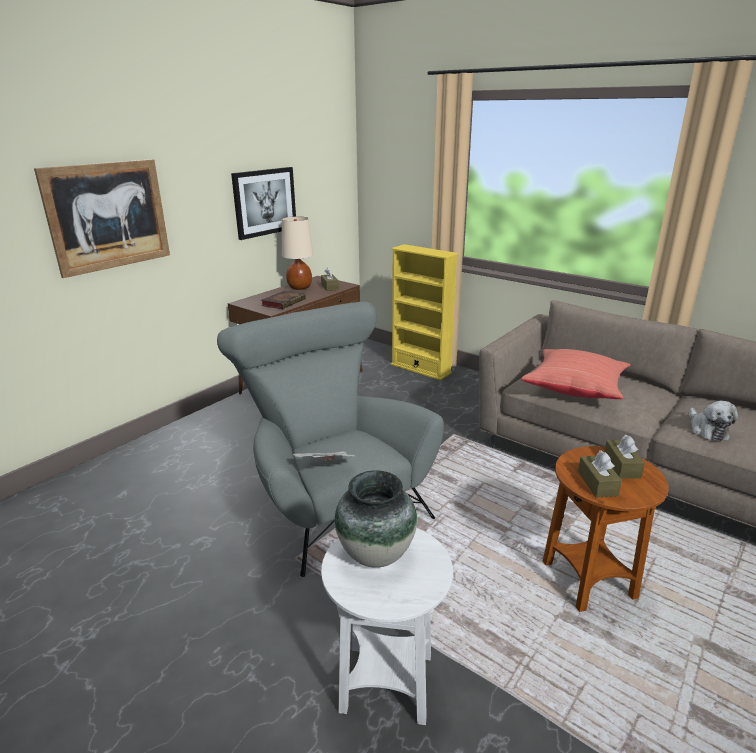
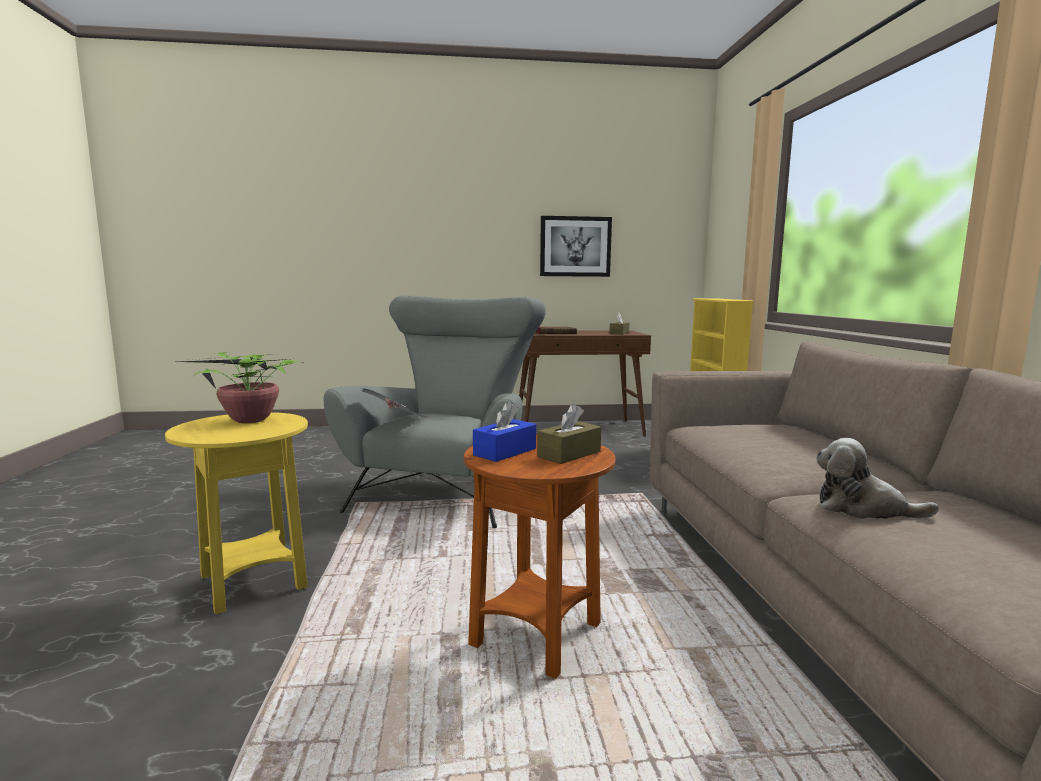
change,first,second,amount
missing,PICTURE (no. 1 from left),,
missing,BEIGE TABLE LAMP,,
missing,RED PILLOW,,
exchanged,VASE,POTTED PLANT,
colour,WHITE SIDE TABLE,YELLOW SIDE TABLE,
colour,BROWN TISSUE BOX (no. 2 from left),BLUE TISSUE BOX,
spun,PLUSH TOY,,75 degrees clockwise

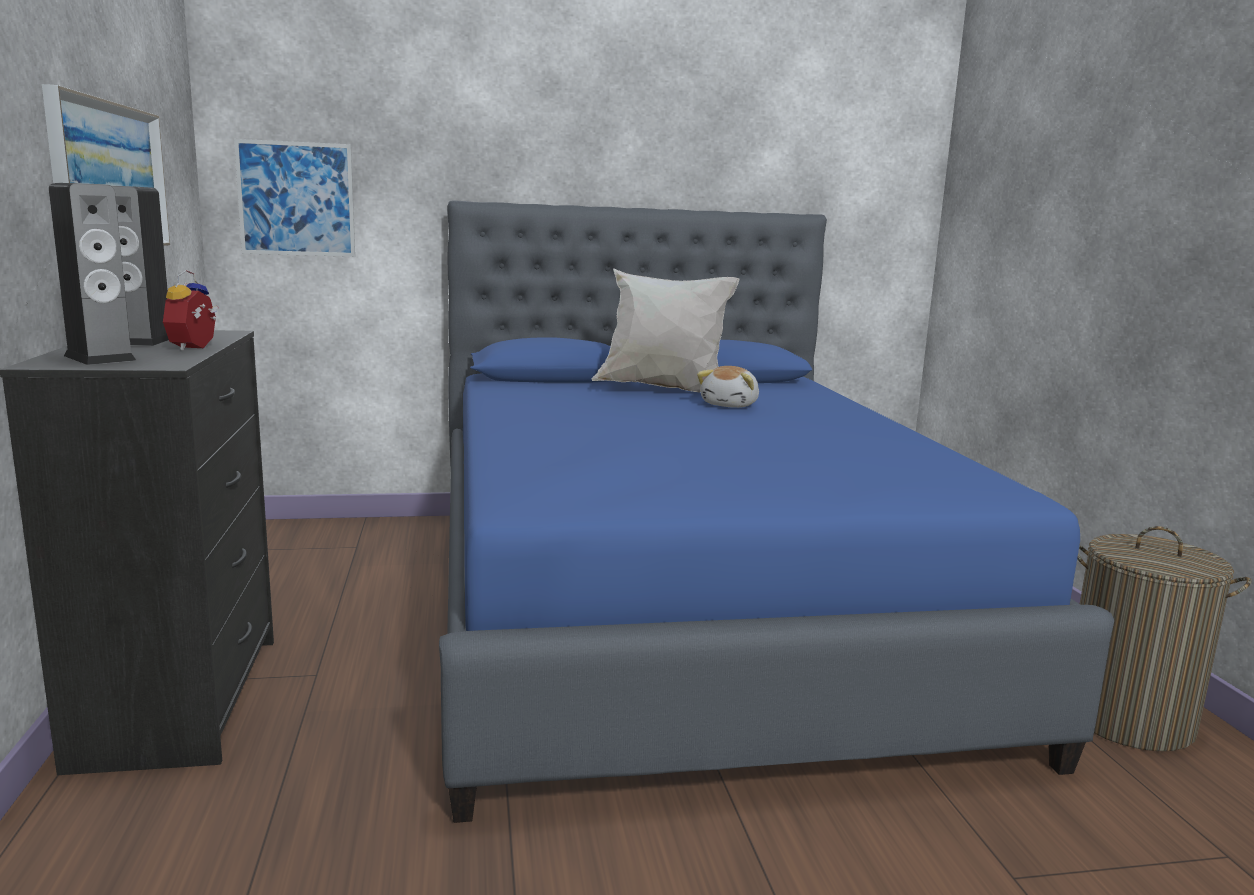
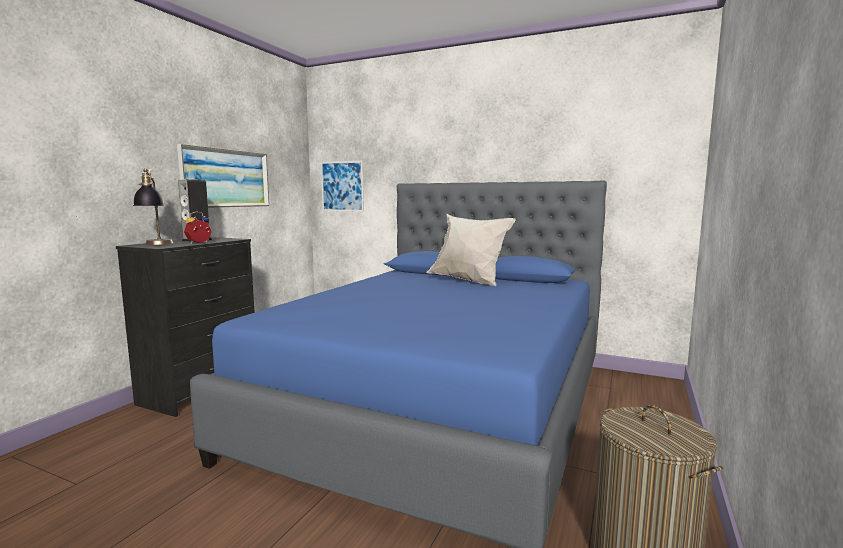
change,first,second,amount
missing,PLUSH TOY,,
exchanged,SPEAKER (no. 1 from left),TABLE LAMP,

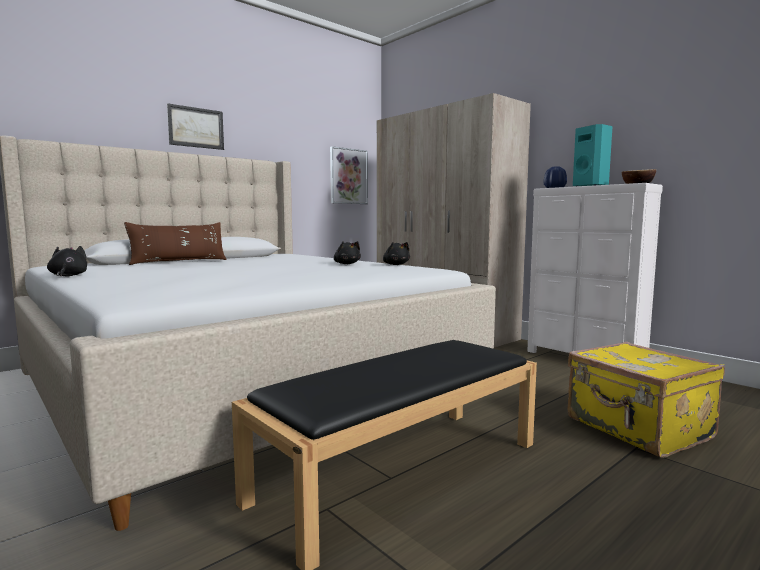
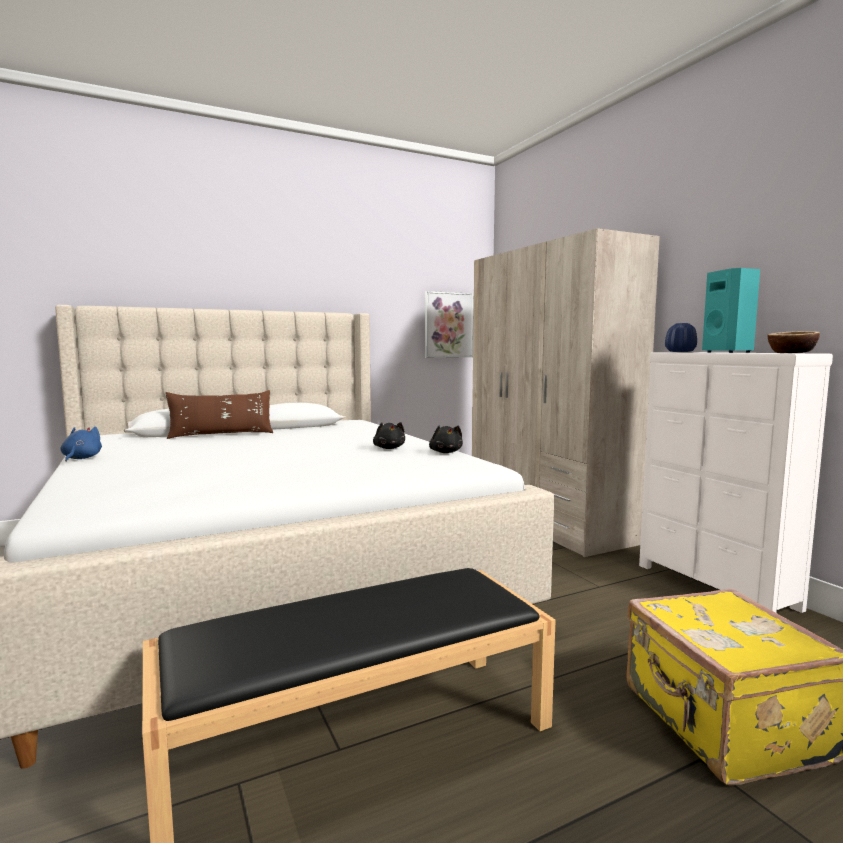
change,first,second,amount
missing,PICTURE (no. 1 from left),,
colour,BLACK PLUSH TOY (no. 1 from left),BLUE PLUSH TOY,

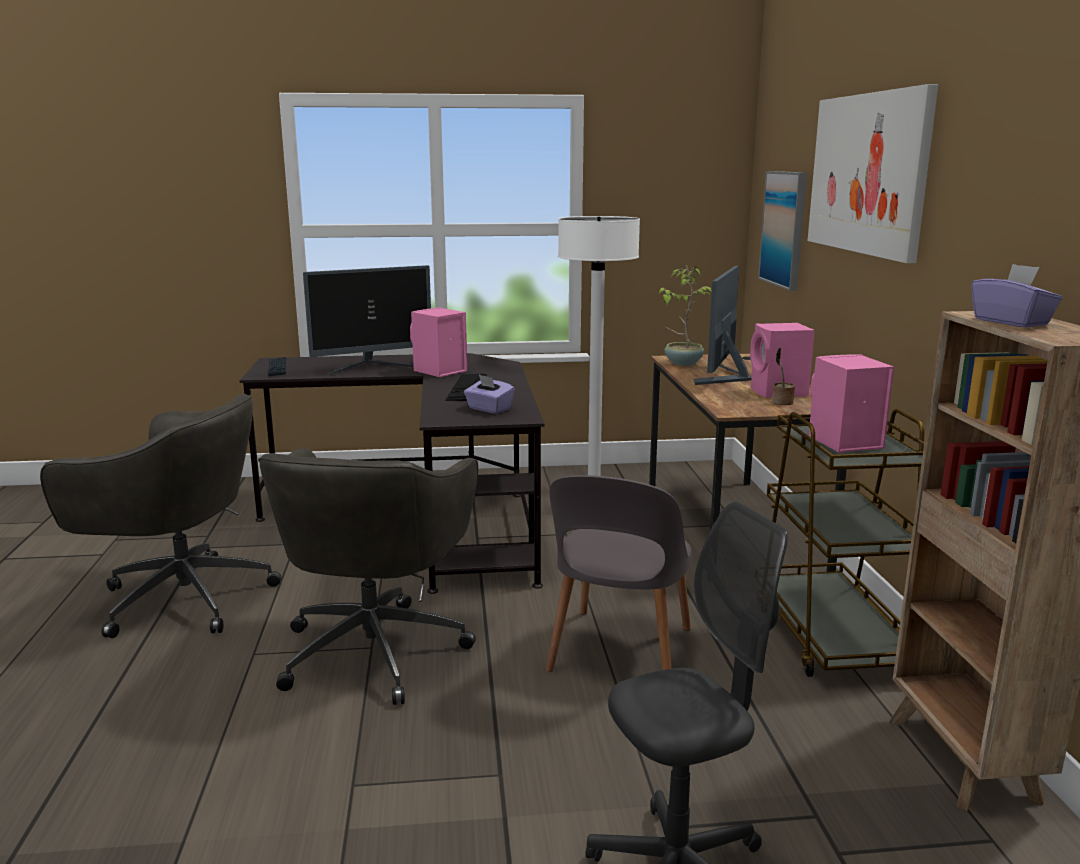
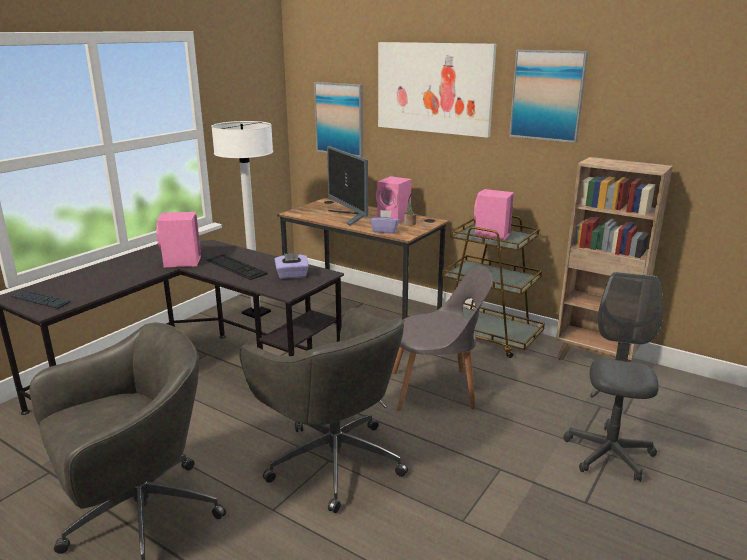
change,first,second,amount
missing,MONITOR (no. 1 from left),,
missing,POTTED PLANT (no. 1 from left),,
appeared,,PICTURE (no. 3 from left),
relocated,PURPLE TISSUE BOX (no. 2 from left),,
spun,GREY CHAIR,,60 degrees counterclockwise

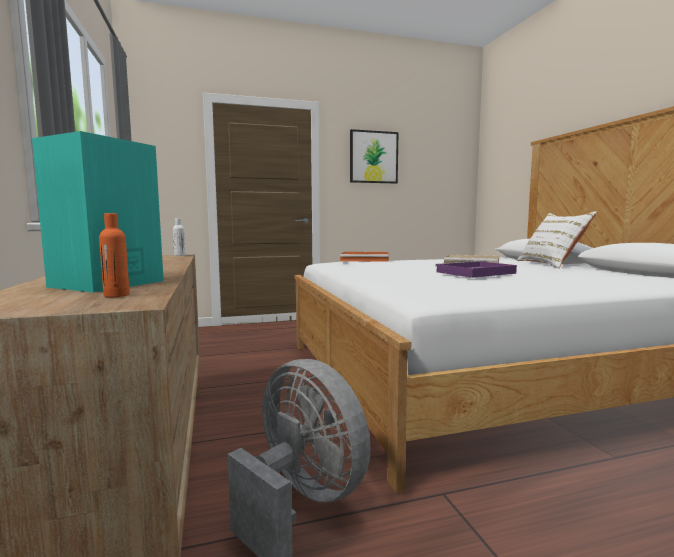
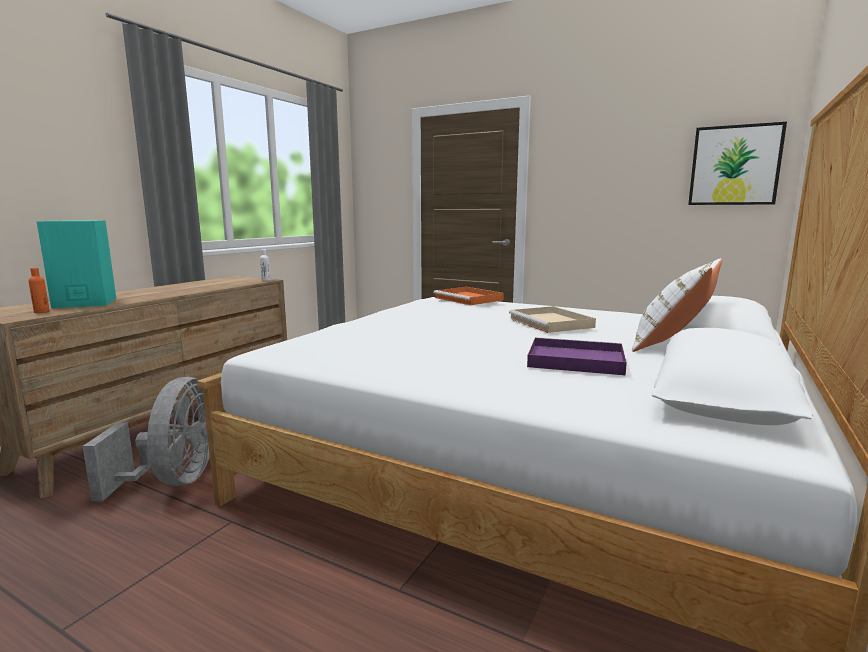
change,first,second,amount
relocated,PICTURE,,
relocated,PURPLE TRAY,,

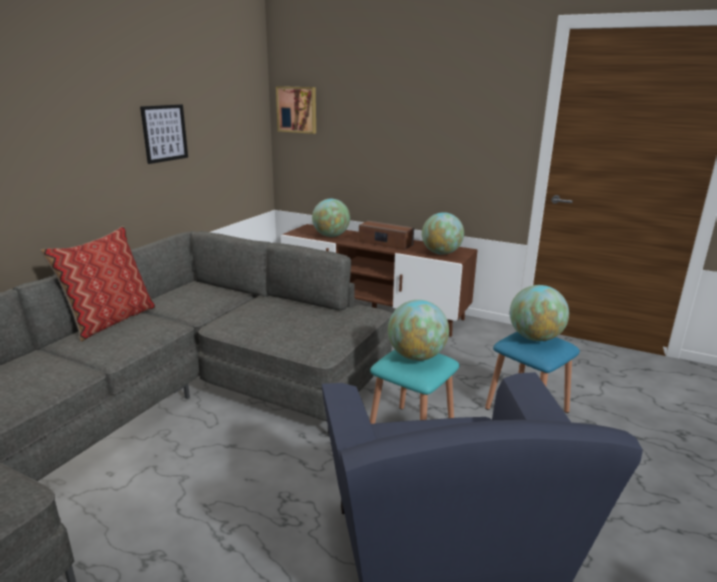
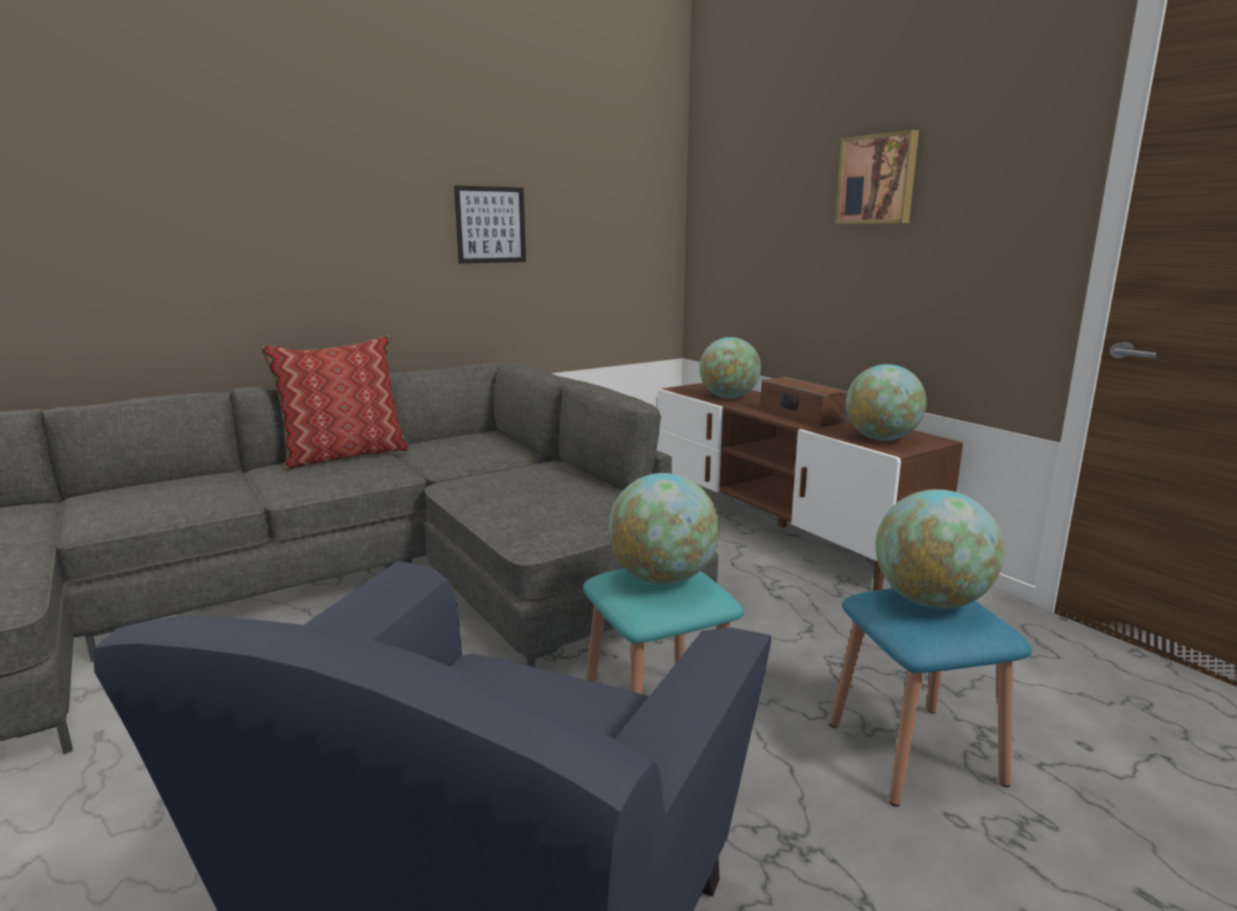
change,first,second,amount
relocated,PICTURE (no. 2 from left),,

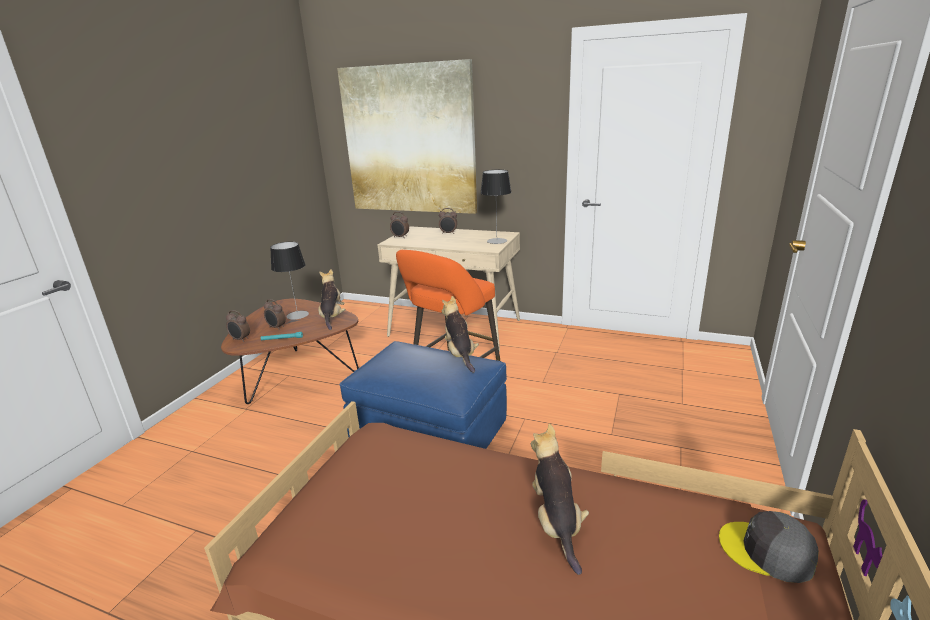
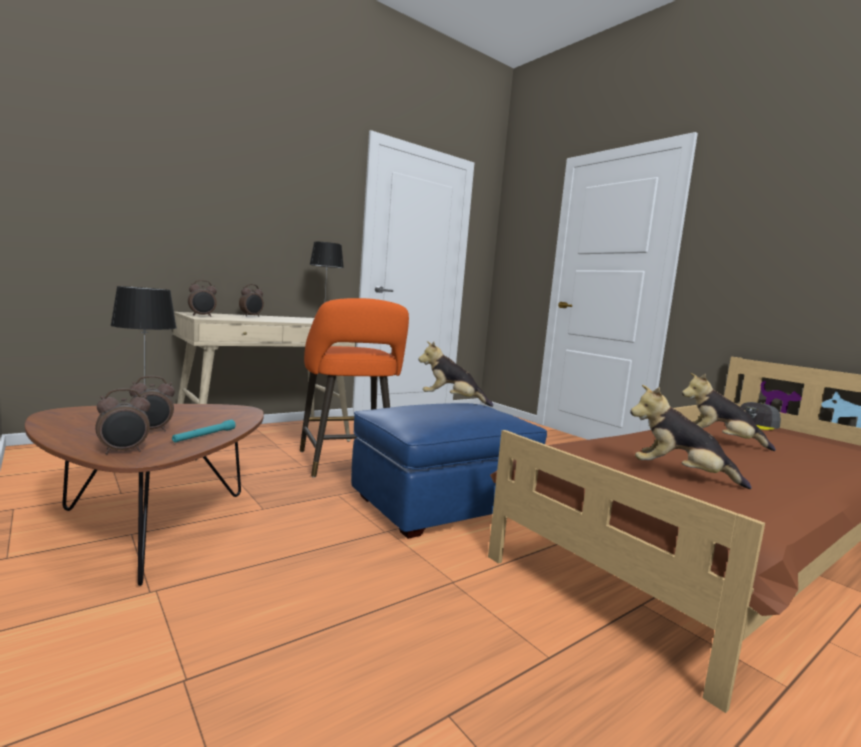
change,first,second,amount
missing,PICTURE,,
relocated,PLUSH TOY (no. 1 from left in the first image),PLUSH TOY (no. 2 from left),

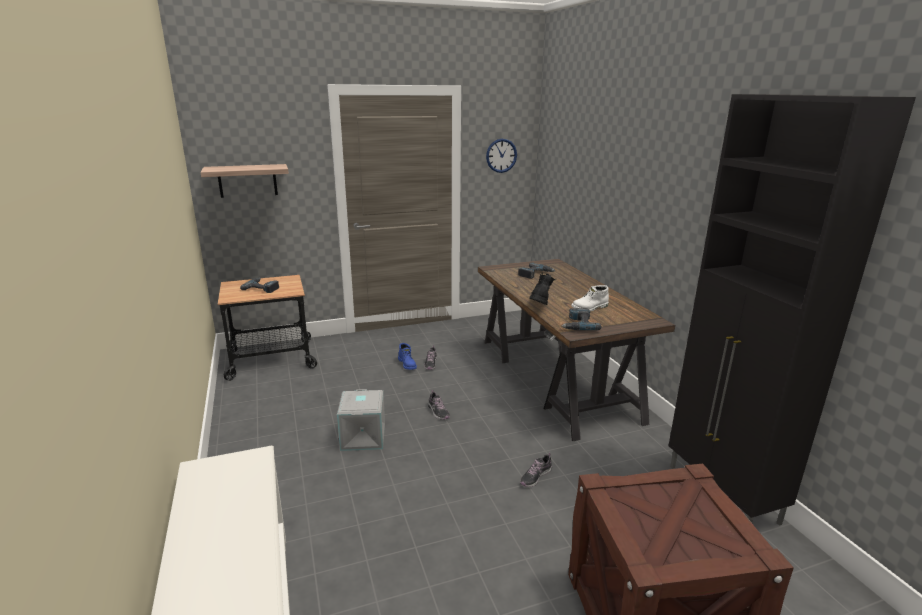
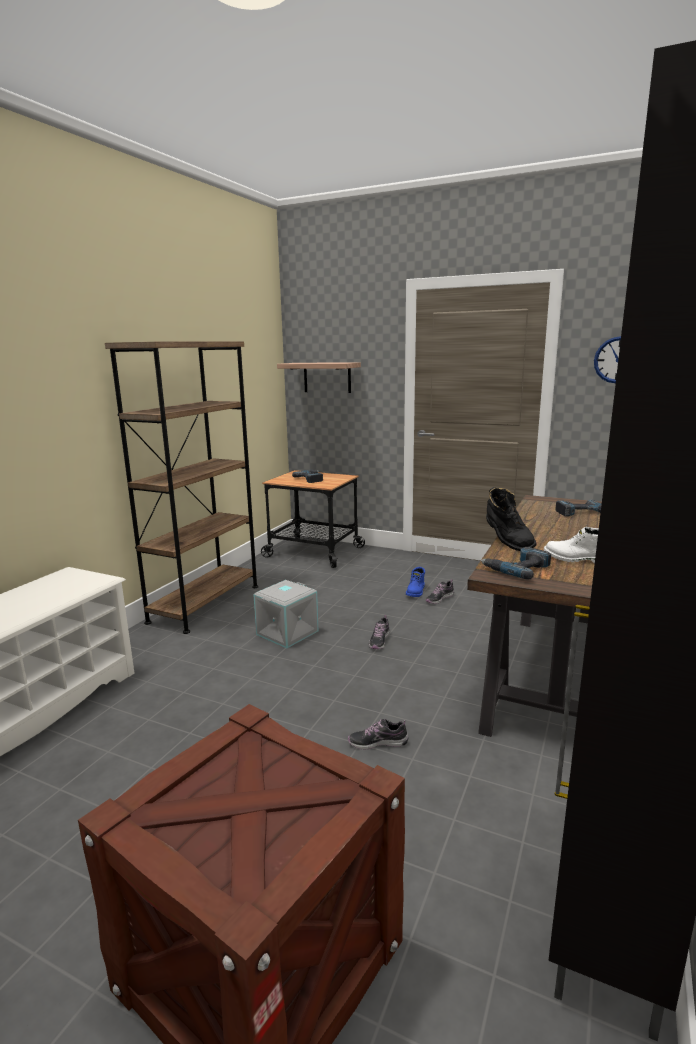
change,first,second,amount
appeared,,BROWN BOOKCASE,
spun,BLACK BOOT,,105 degrees clockwise

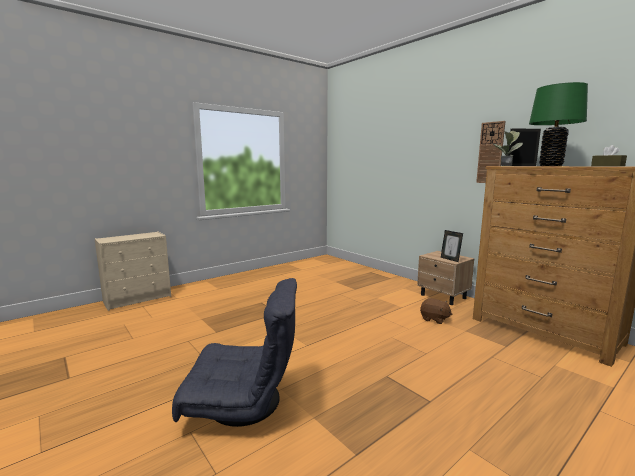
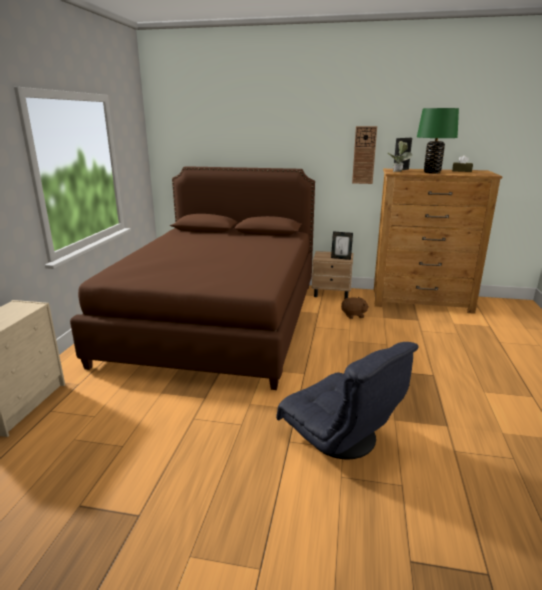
change,first,second,amount
appeared,,BROWN BED,
spun,GREY ARMCHAIR,,90 degrees clockwise

